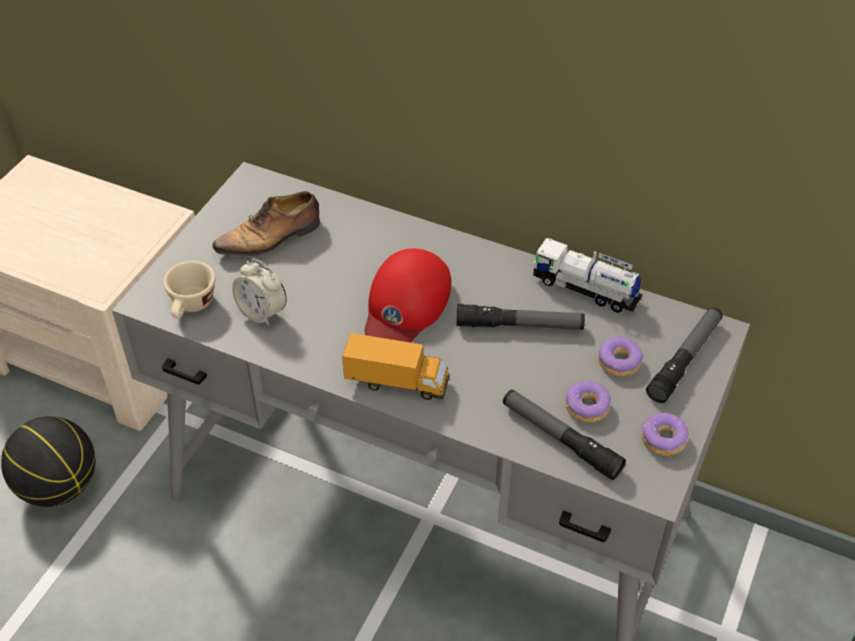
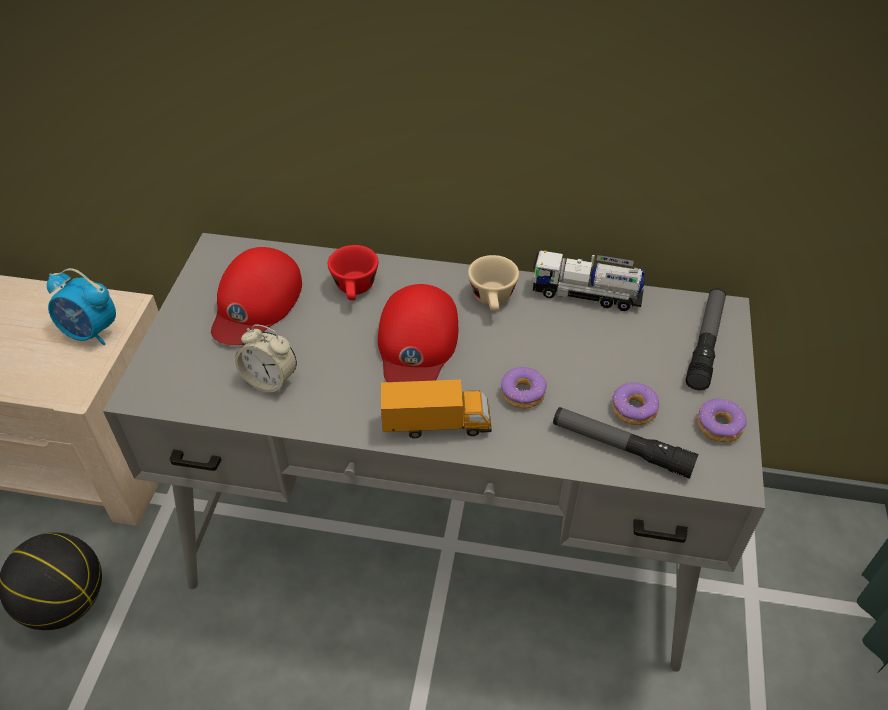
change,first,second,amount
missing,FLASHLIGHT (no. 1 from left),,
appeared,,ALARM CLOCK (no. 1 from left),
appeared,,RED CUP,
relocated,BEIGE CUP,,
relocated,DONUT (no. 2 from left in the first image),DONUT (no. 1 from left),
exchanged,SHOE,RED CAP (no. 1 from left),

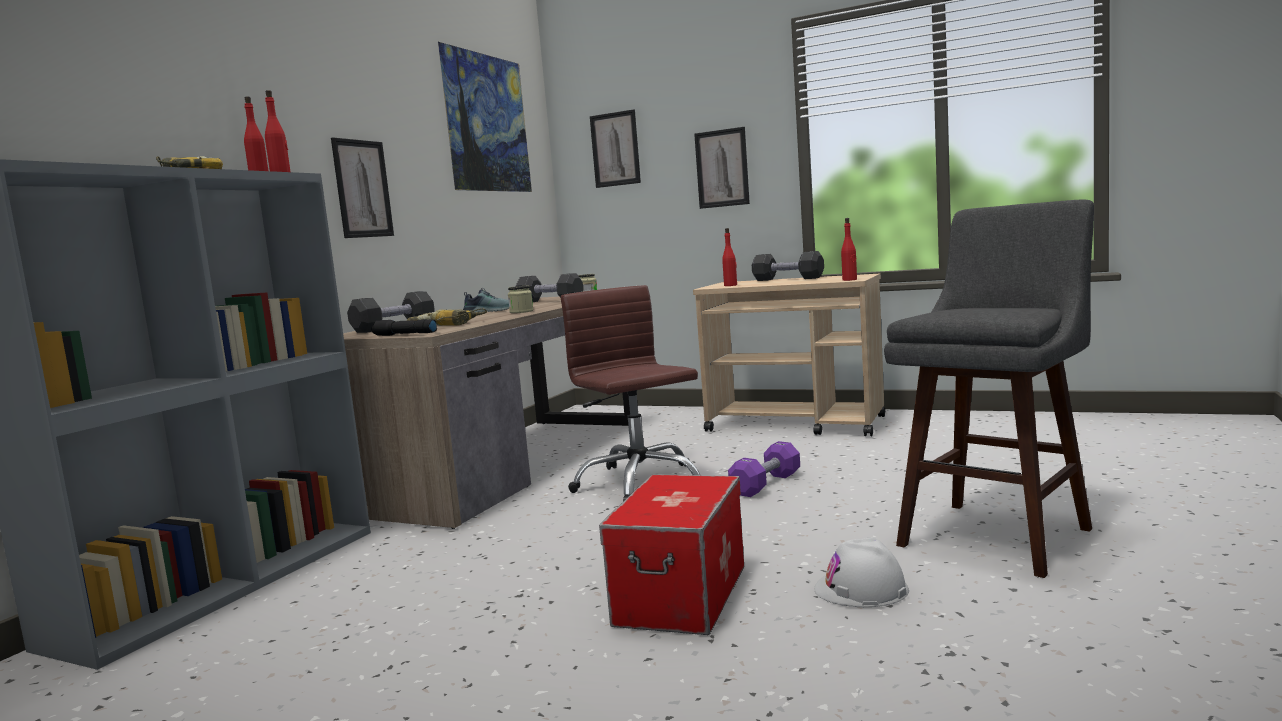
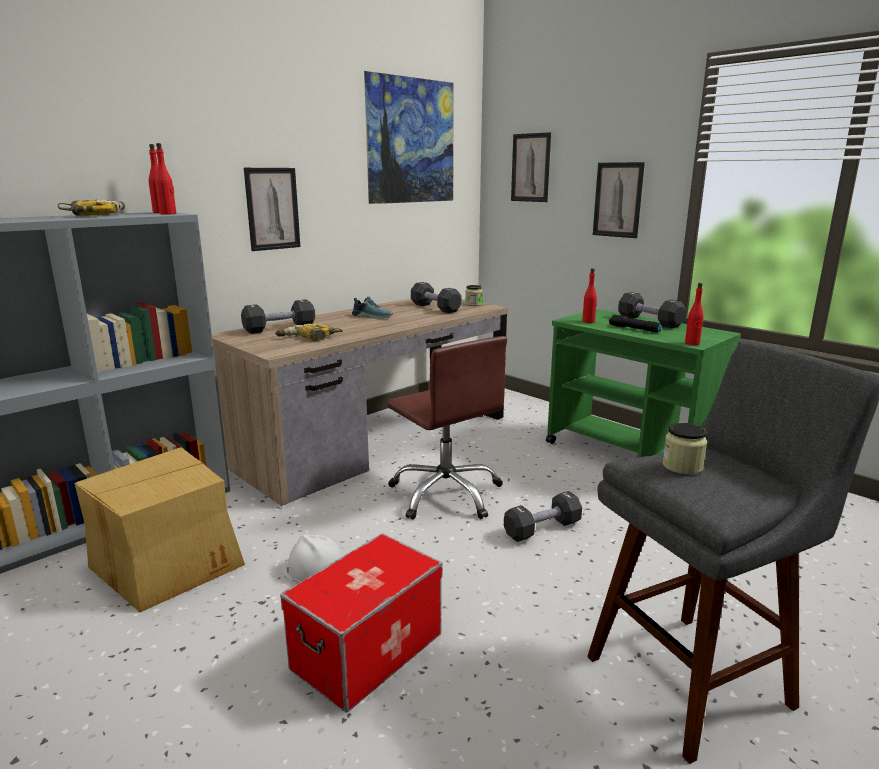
change,first,second,amount
appeared,,CARDBOARD BOX,
relocated,BLACK FLASHLIGHT,,
relocated,JAR (no. 1 from left in the first image),JAR (no. 2 from left),
relocated,WHITE HARD HAT,,
colour,BEIGE CART,GREEN CART,
colour,PURPLE DUMBBELL,BLACK DUMBBELL (no. 3 from left),
spun,BROWN OFFICE CHAIR,,150 degrees clockwise

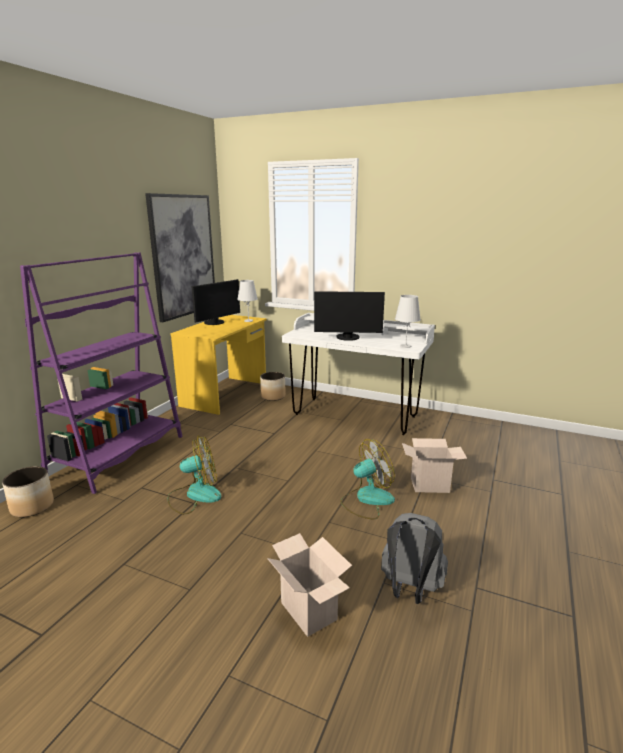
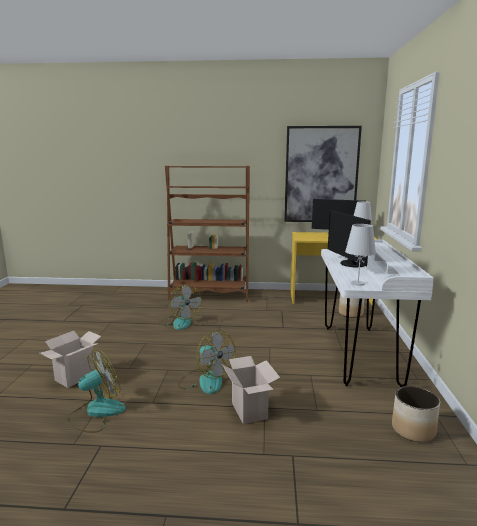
change,first,second,amount
relocated,PLANTER (no. 1 from left in the first image),PLANTER (no. 2 from left),
exchanged,GREY BACKPACK,FAN (no. 1 from left),
colour,PURPLE BOOKCASE,BROWN BOOKCASE,

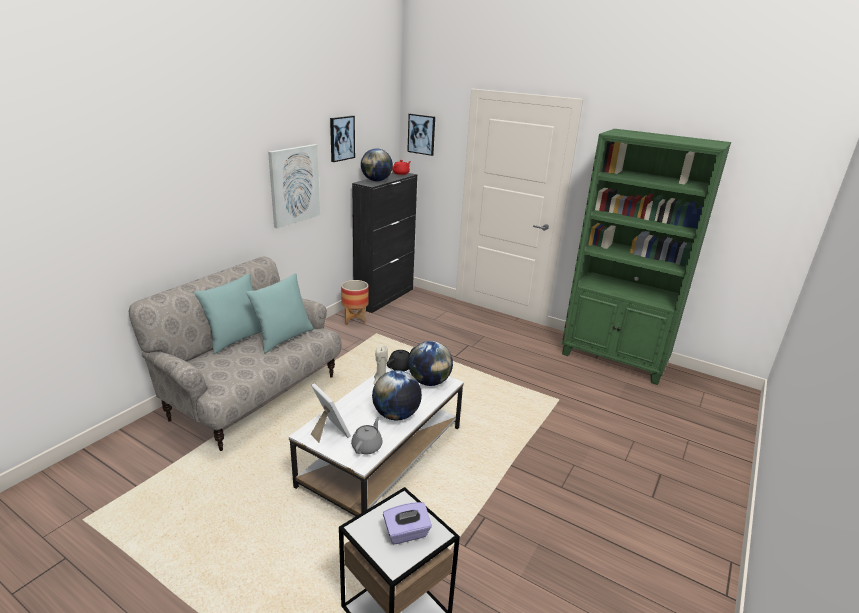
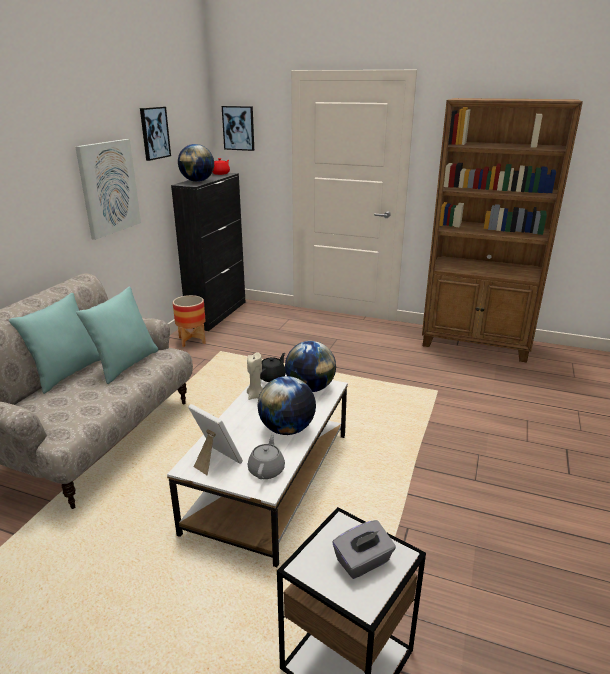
change,first,second,amount
colour,PURPLE TISSUE BOX,GREY TISSUE BOX,
colour,GREEN BOOKCASE,BROWN BOOKCASE,

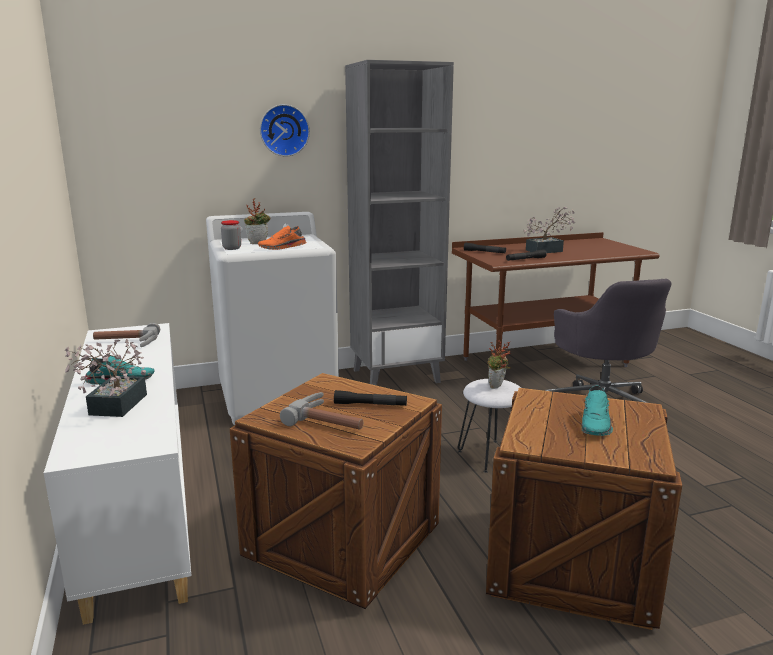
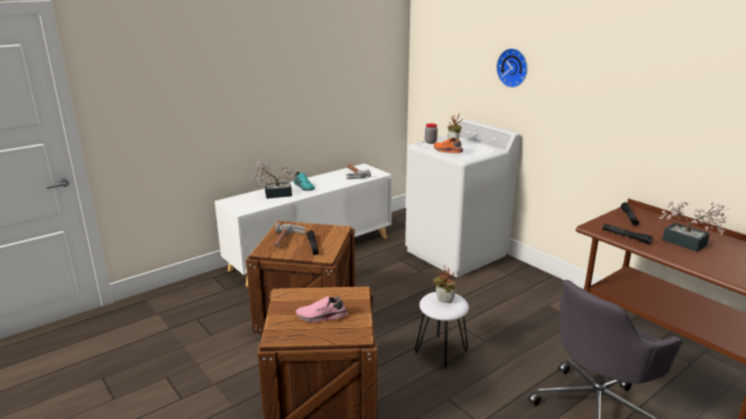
change,first,second,amount
missing,GREY BOOKCASE,,
colour,TURQUOISE SHOE (no. 2 from left),PINK SHOE,

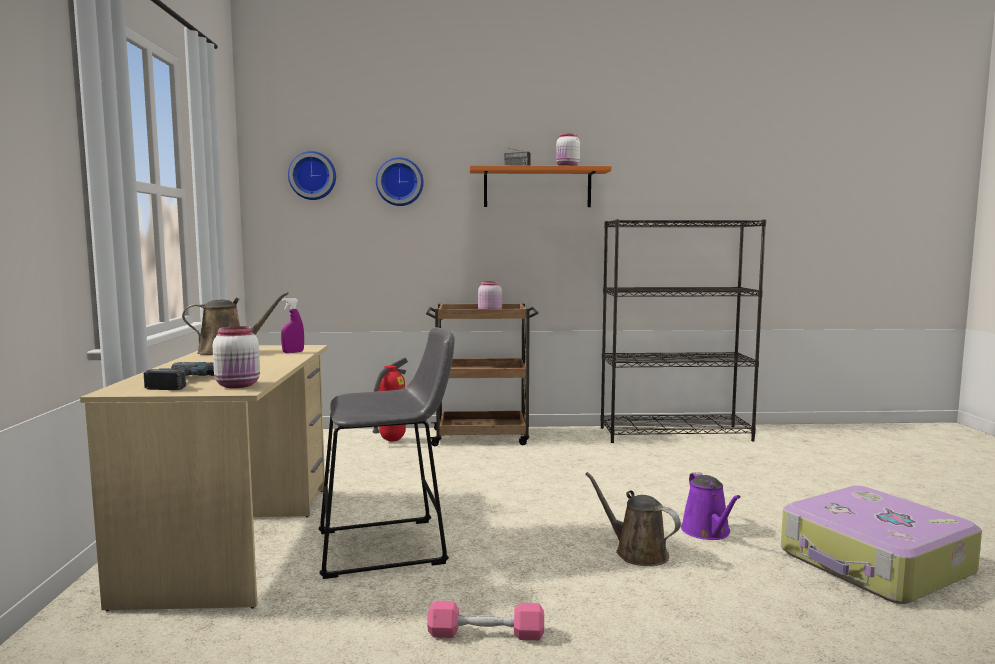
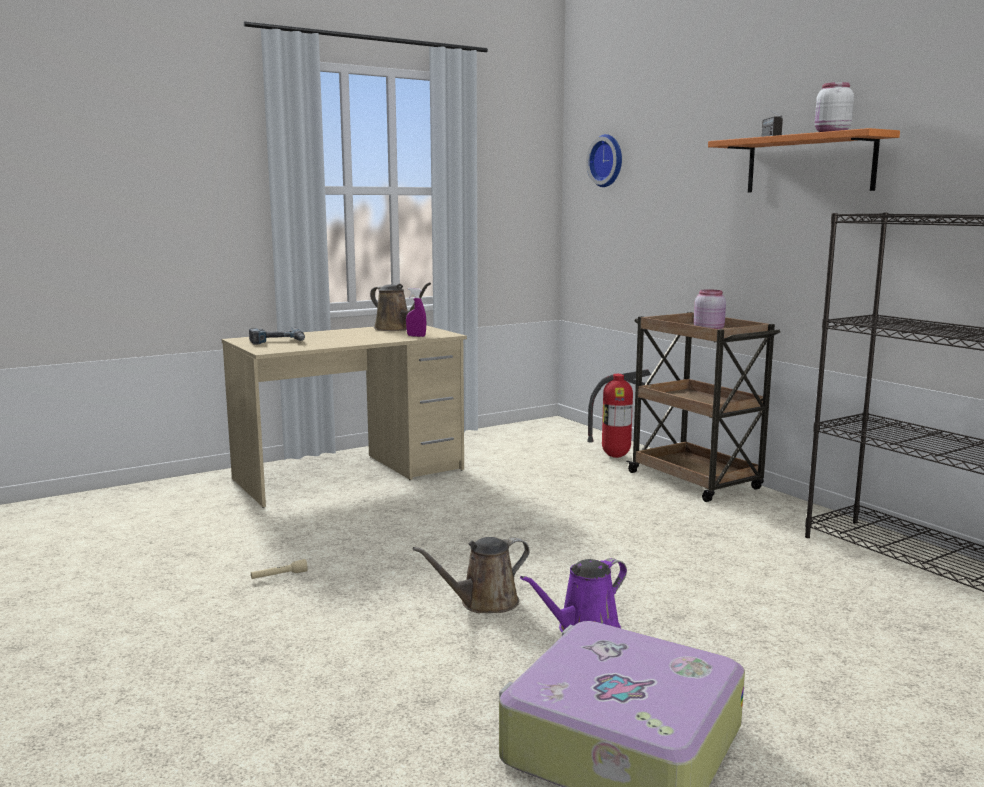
change,first,second,amount
missing,WHITE JAR (no. 1 from left),,
missing,GREY STOOL,,
missing,WALL CLOCK (no. 2 from left),,
exchanged,PINK DUMBBELL,BEIGE FLASHLIGHT,
spun,BROWN WATERING CAN (no. 2 from left),,135 degrees counterclockwise

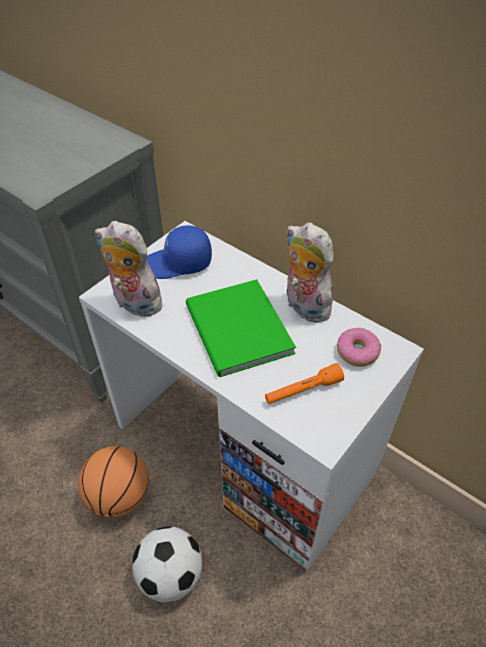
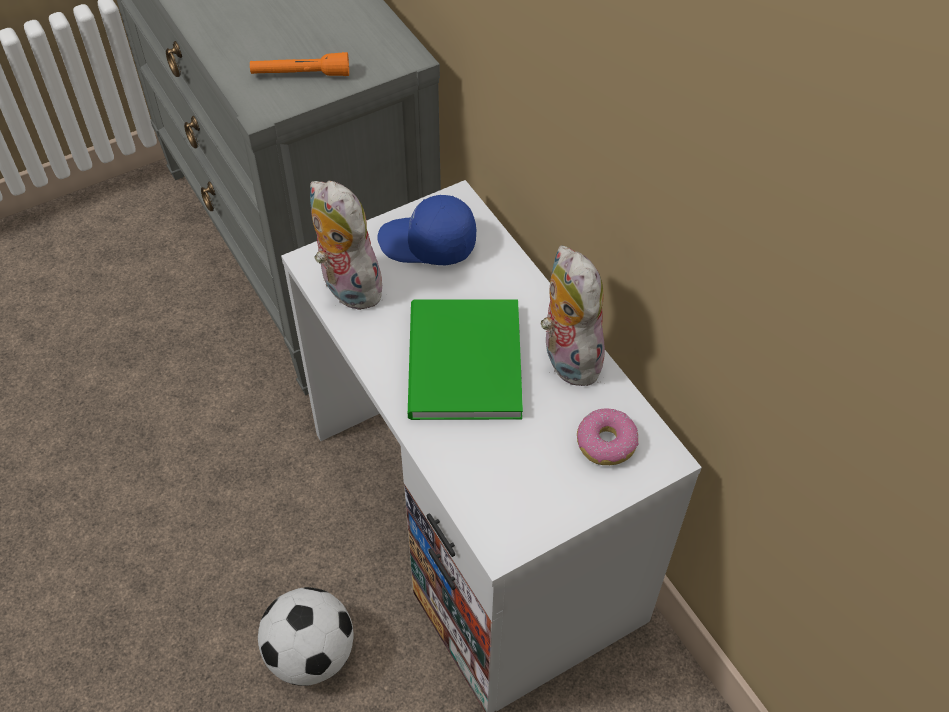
change,first,second,amount
missing,BASKETBALL,,
relocated,ORANGE FLASHLIGHT,,

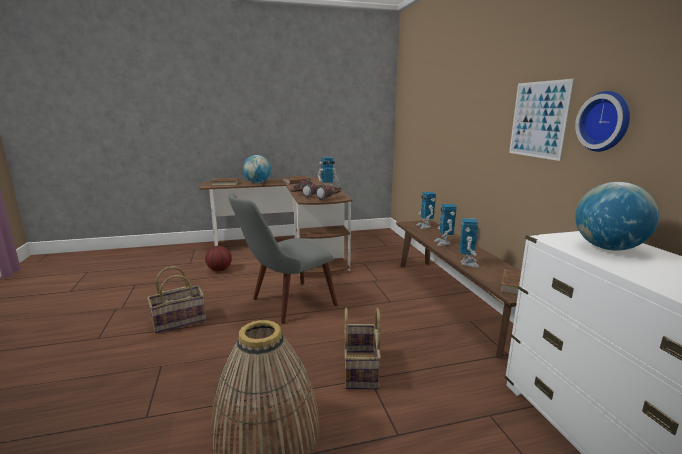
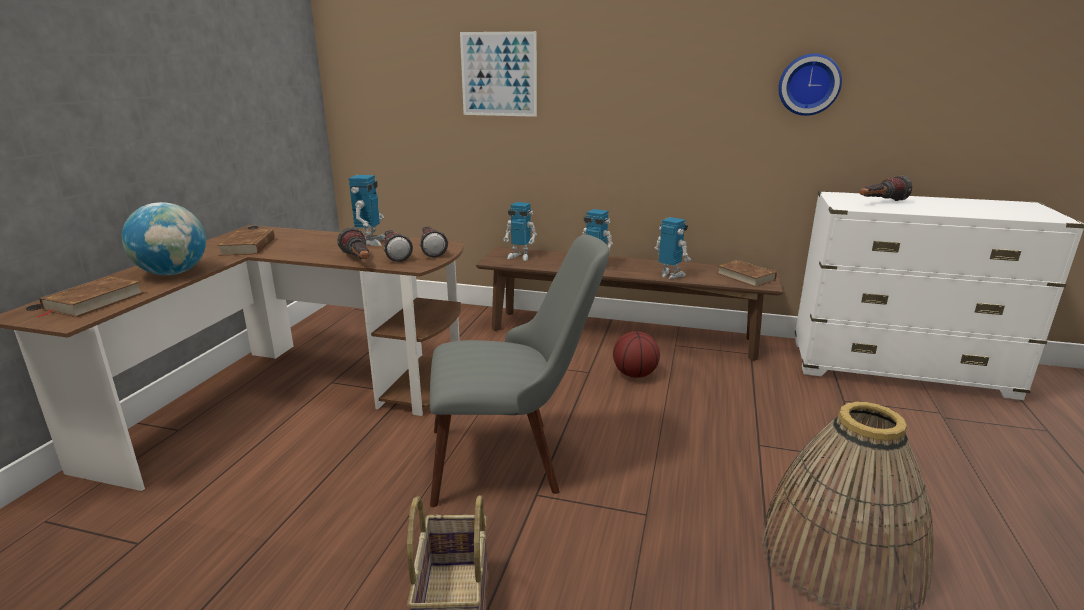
change,first,second,amount
missing,BASKET (no. 3 from left),,
relocated,BASKETBALL,,
relocated,PICTURE,,
exchanged,GLOBE (no. 2 from left),FLASHLIGHT (no. 4 from left),
spun,GREY CHAIR,,90 degrees counterclockwise

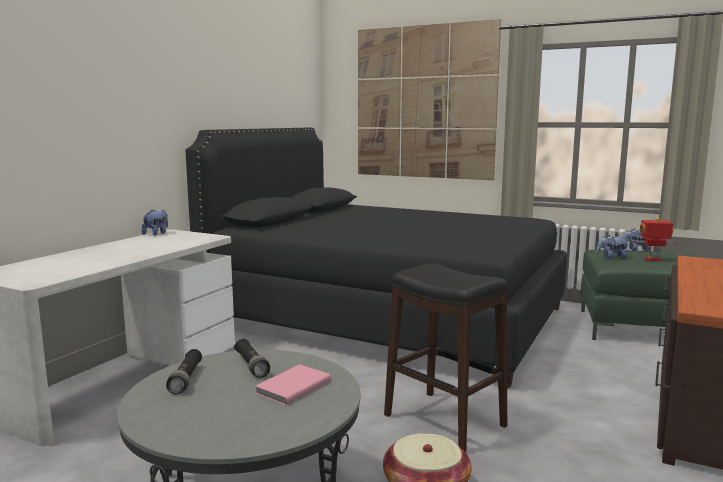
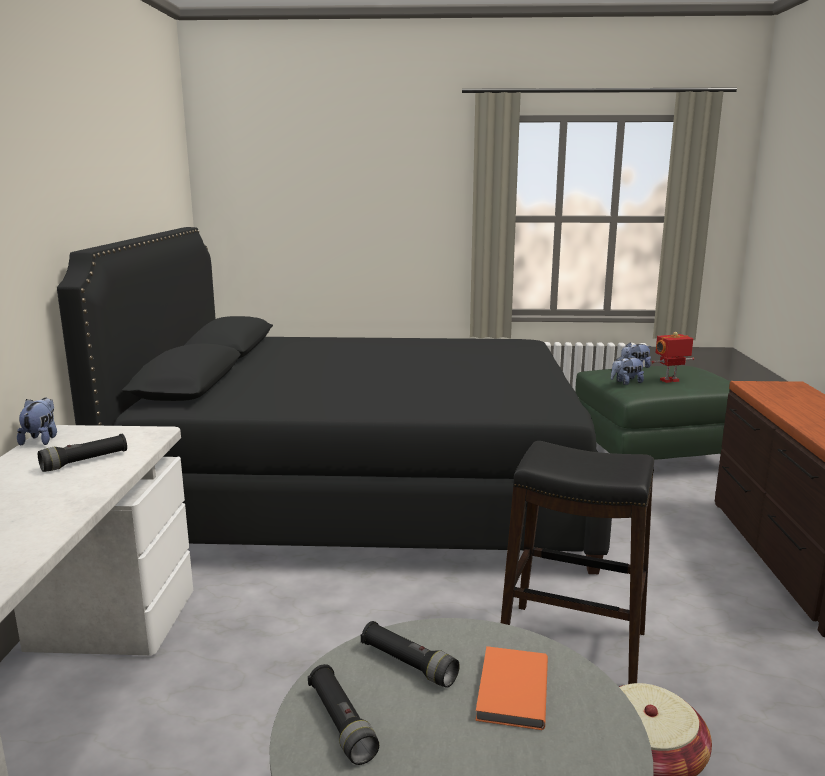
change,first,second,amount
missing,PICTURE,,
appeared,,BLACK FLASHLIGHT (no. 1 from left),
colour,PINK BOOK,ORANGE BOOK,

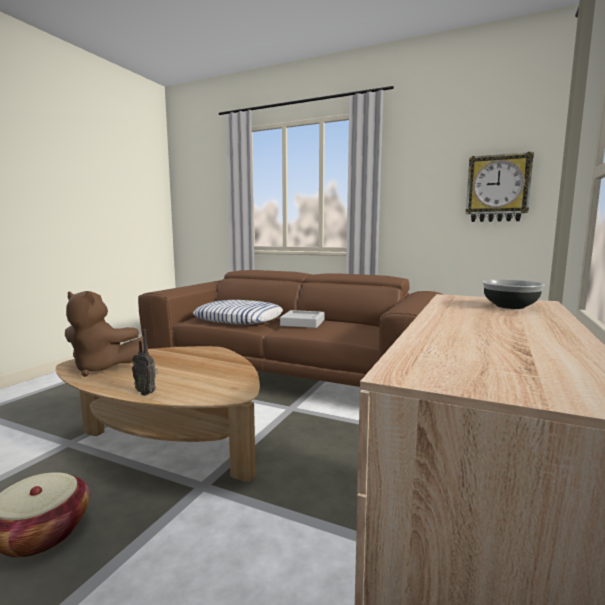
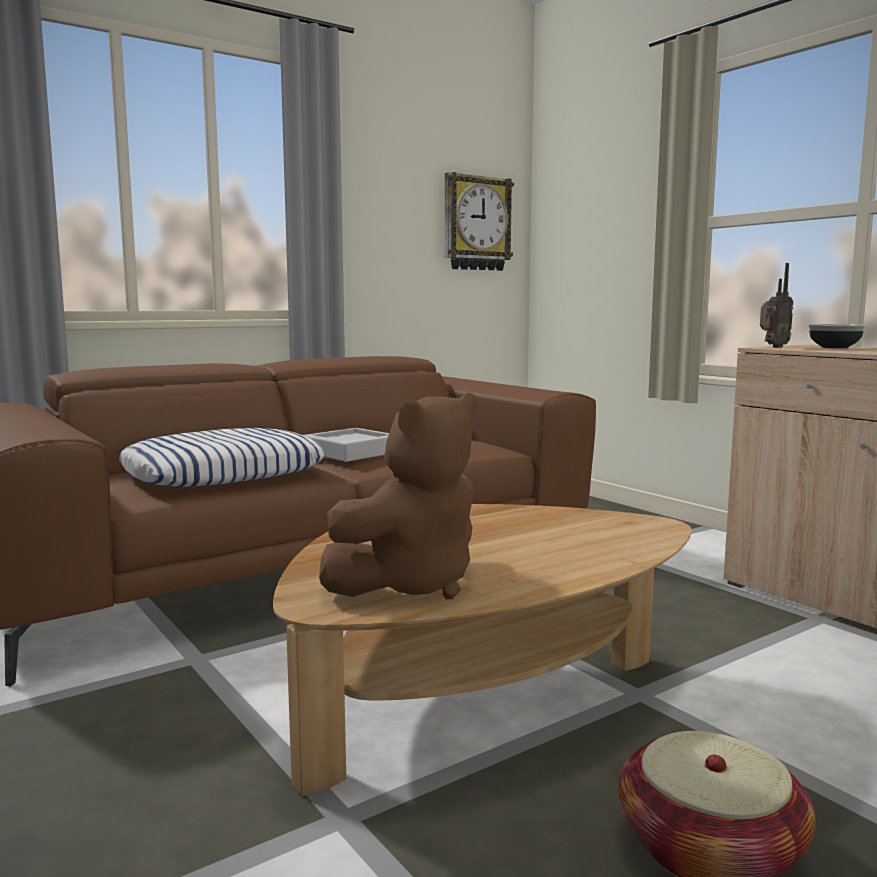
change,first,second,amount
relocated,RADIO,,

